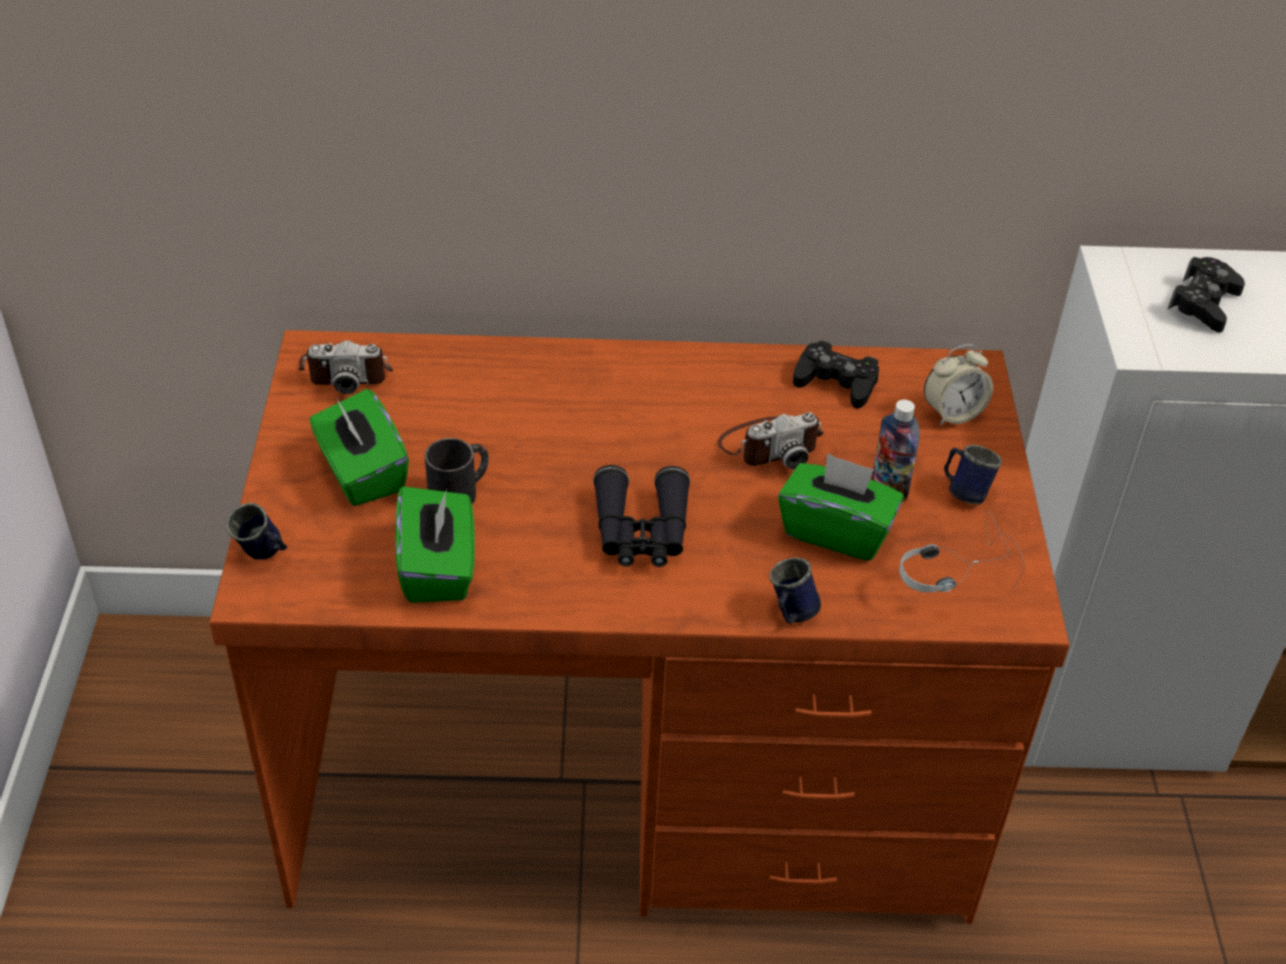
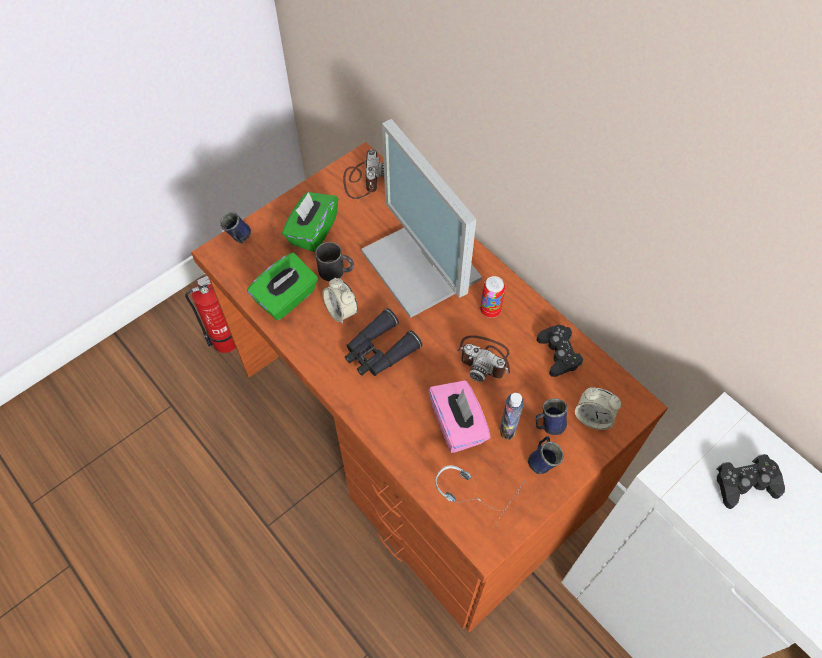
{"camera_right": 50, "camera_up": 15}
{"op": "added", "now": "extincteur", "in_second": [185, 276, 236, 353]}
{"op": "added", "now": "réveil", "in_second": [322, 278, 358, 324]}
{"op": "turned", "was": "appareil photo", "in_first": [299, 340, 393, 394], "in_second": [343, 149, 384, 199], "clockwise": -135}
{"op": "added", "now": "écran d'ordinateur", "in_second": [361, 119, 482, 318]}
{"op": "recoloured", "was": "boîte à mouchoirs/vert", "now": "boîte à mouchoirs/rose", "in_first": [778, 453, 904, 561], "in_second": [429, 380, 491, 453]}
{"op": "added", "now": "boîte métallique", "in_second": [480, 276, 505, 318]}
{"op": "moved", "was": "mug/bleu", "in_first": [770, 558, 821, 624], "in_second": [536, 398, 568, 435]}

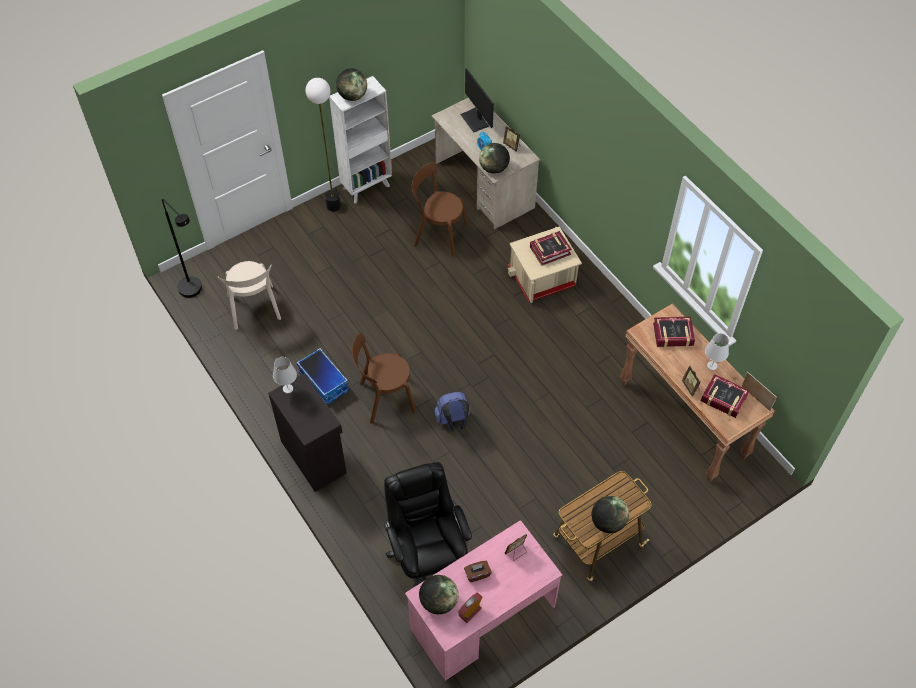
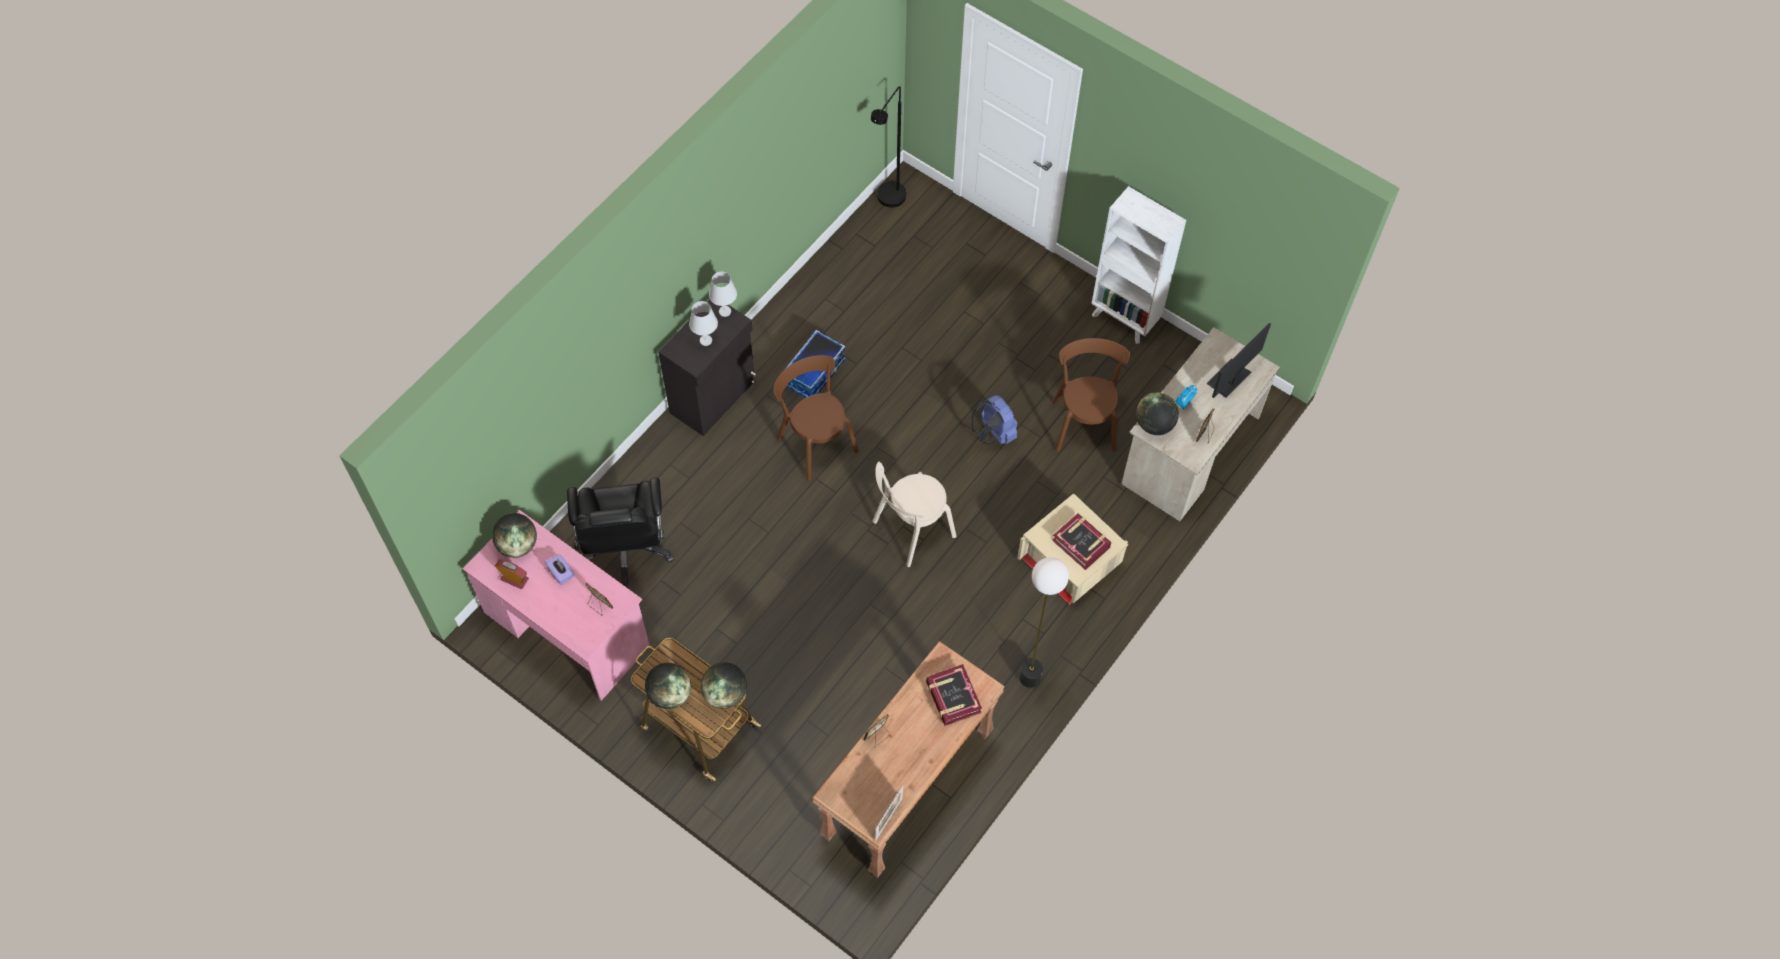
{"camera_right": 70, "camera_up": 5}
{"op": "recoloured", "was": "boîte à mouchoirs/marron", "now": "boîte à mouchoirs/violet", "in_first": [464, 561, 492, 582], "in_second": [544, 554, 574, 585]}
{"op": "turned", "was": "chaise de bureau/noir", "in_first": [384, 462, 472, 588], "in_second": [567, 477, 674, 588], "clockwise": 120}
{"op": "moved", "was": "lampe de table/blanc", "in_first": [705, 333, 729, 370], "in_second": [689, 301, 718, 346]}
{"op": "moved", "was": "globe", "in_first": [336, 69, 367, 101], "in_second": [701, 662, 747, 709]}
{"op": "moved", "was": "chaise/beige", "in_first": [217, 261, 281, 330], "in_second": [872, 462, 956, 567]}
{"op": "moved", "was": "sac à dos/bleu", "in_first": [434, 392, 470, 432], "in_second": [972, 395, 1017, 445]}
{"op": "moved", "was": "lampadaire", "in_first": [305, 78, 341, 212], "in_second": [1019, 557, 1069, 688]}
{"op": "removed", "was": "livre", "in_first": [701, 374, 750, 418]}

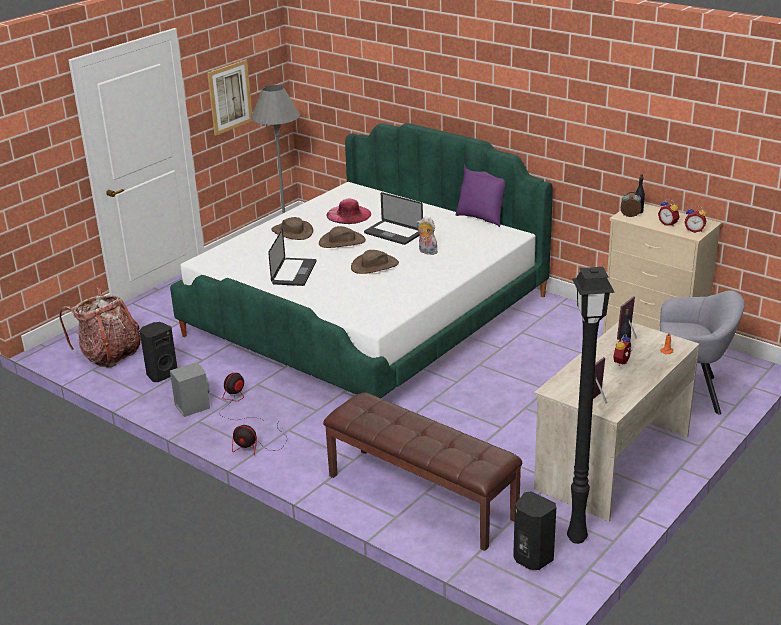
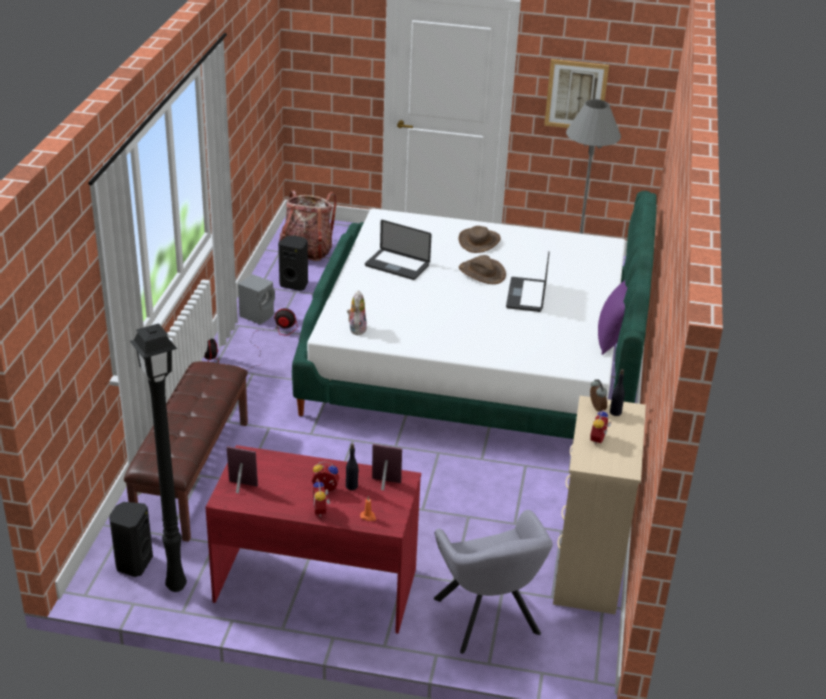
{"camera_right": 60, "camera_up": 5}
{"op": "recoloured", "was": "bureau/beige", "now": "bureau/rouge", "in_first": [534, 322, 699, 522], "in_second": [205, 445, 421, 634]}
{"op": "moved", "was": "réveil", "in_first": [684, 206, 707, 233], "in_second": [313, 480, 330, 517]}
{"op": "moved", "was": "peluche", "in_first": [416, 217, 438, 255], "in_second": [347, 290, 367, 335]}
{"op": "turned", "was": "ordinateur portable", "in_first": [268, 229, 316, 286], "in_second": [365, 220, 431, 280], "clockwise": 45}
{"op": "removed", "was": "chapeau/rose", "in_first": [327, 199, 371, 224]}
{"op": "removed", "was": "chapeau/marron", "in_first": [351, 250, 399, 274]}

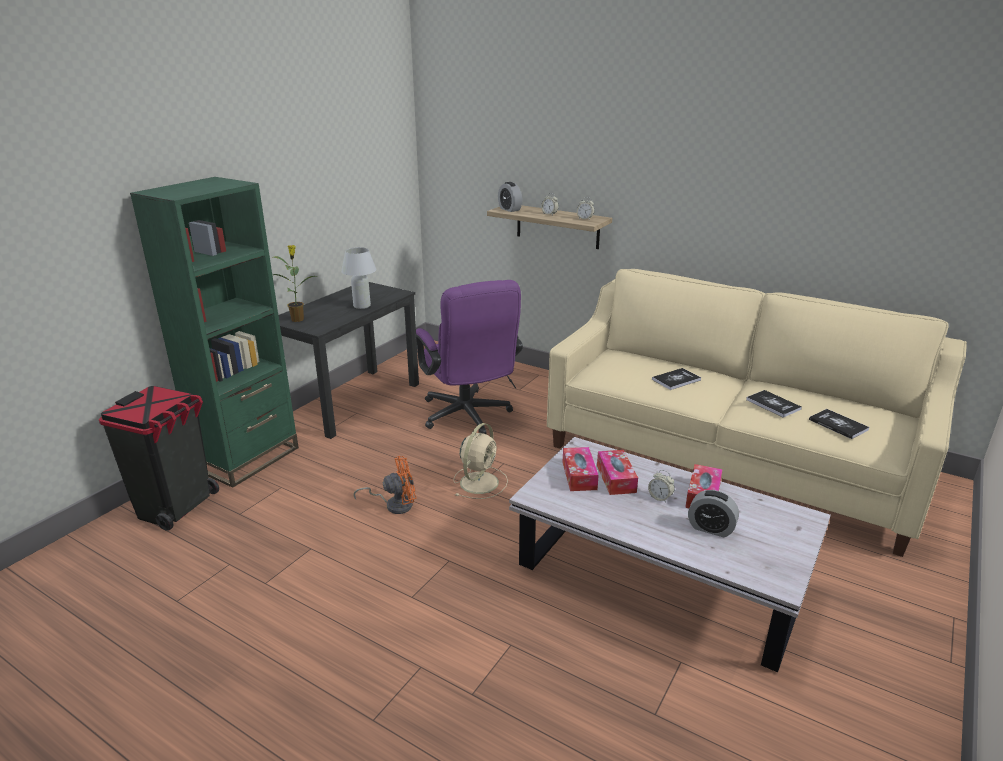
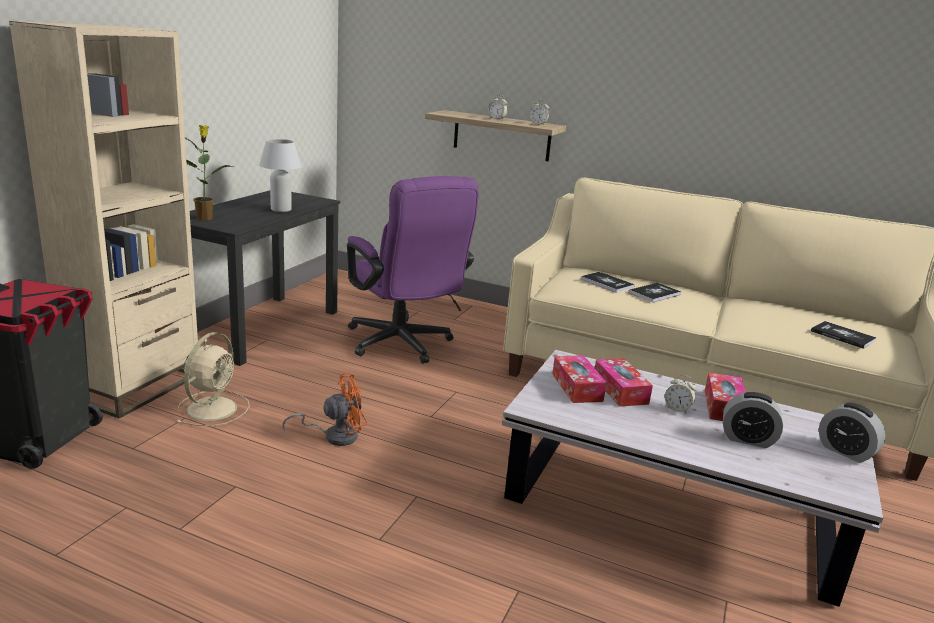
{"camera_right": -10, "camera_up": -5}
{"op": "recoloured", "was": "bibliothèque/vert", "now": "bibliothèque/beige", "in_first": [130, 177, 299, 488], "in_second": [9, 21, 198, 419]}
{"op": "moved", "was": "ventilateur/beige", "in_first": [453, 423, 508, 499], "in_second": [175, 332, 250, 426]}
{"op": "moved", "was": "livre", "in_first": [746, 390, 802, 418], "in_second": [581, 272, 635, 293]}
{"op": "moved", "was": "réveil", "in_first": [498, 182, 522, 212], "in_second": [819, 403, 885, 463]}

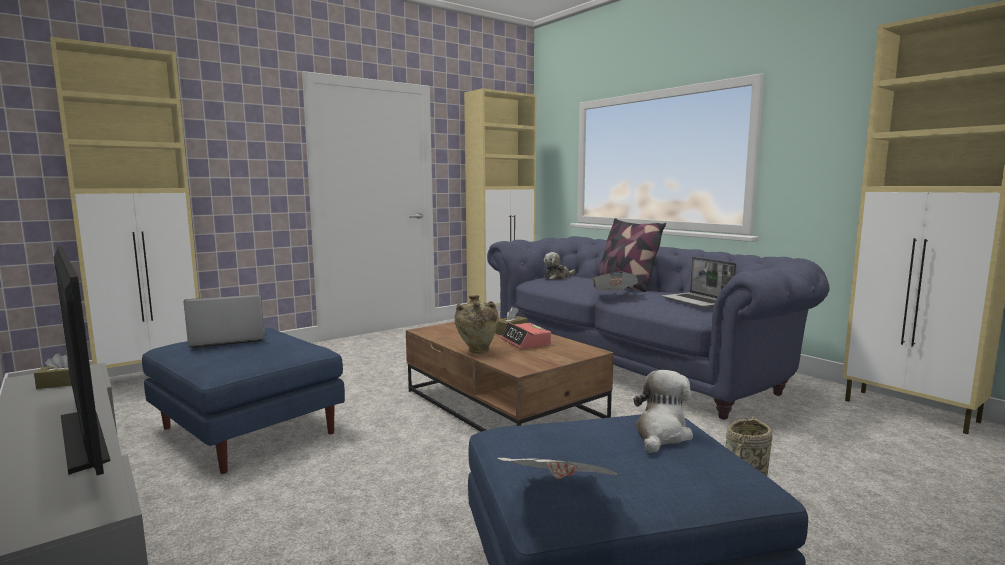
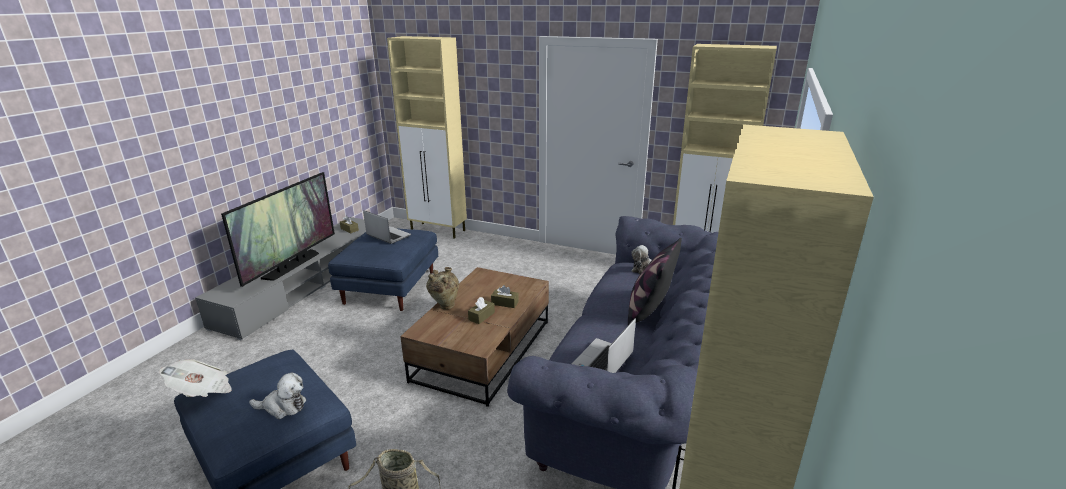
{"camera_right": 60, "camera_up": 15}
{"op": "replaced", "was": "réveil", "now": "boîte à mouchoirs/marron", "in_first": [501, 322, 551, 349], "in_second": [468, 297, 495, 324]}
{"op": "removed", "was": "journal", "in_first": [592, 272, 639, 291]}

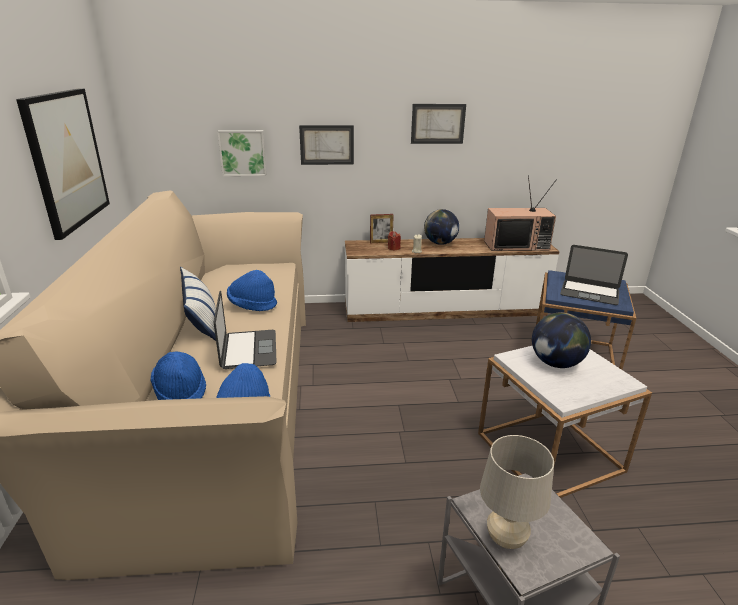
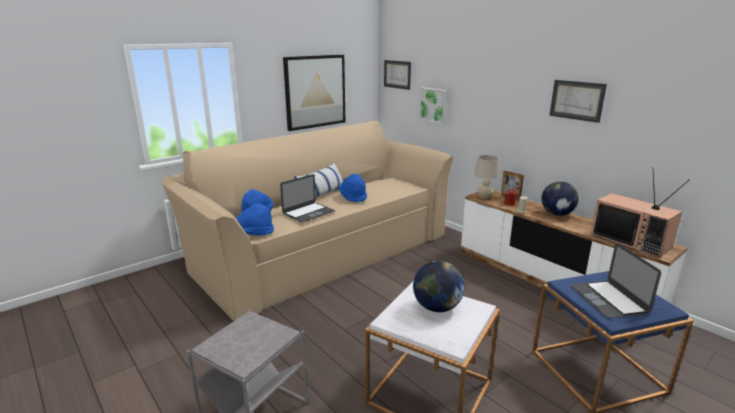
{"camera_right": 55, "camera_up": -5}
{"op": "moved", "was": "tableau", "in_first": [299, 125, 354, 165], "in_second": [384, 60, 411, 90]}
{"op": "moved", "was": "lampe de table/beige", "in_first": [480, 435, 554, 549], "in_second": [474, 155, 500, 199]}

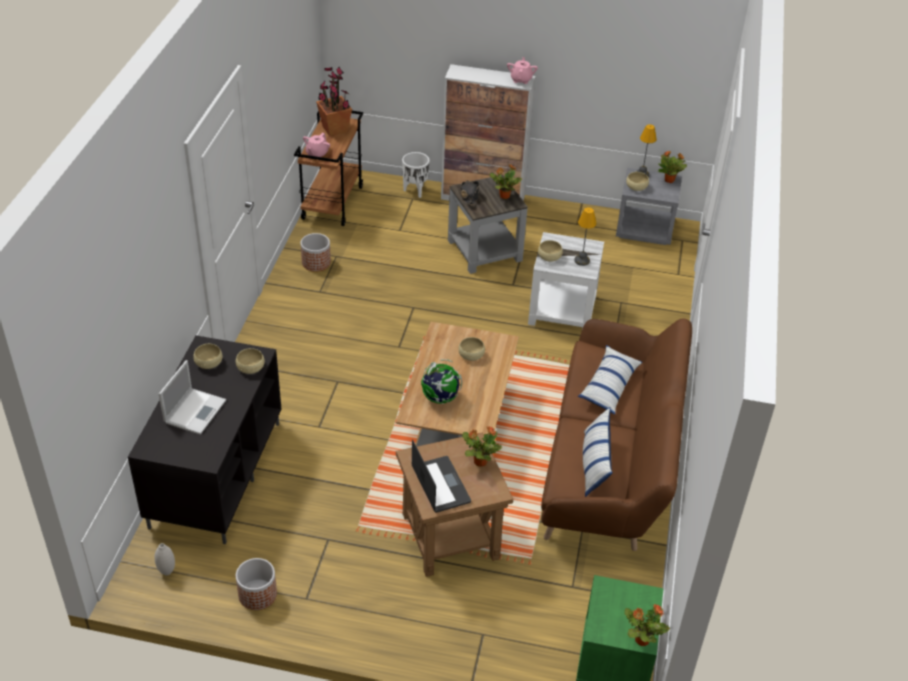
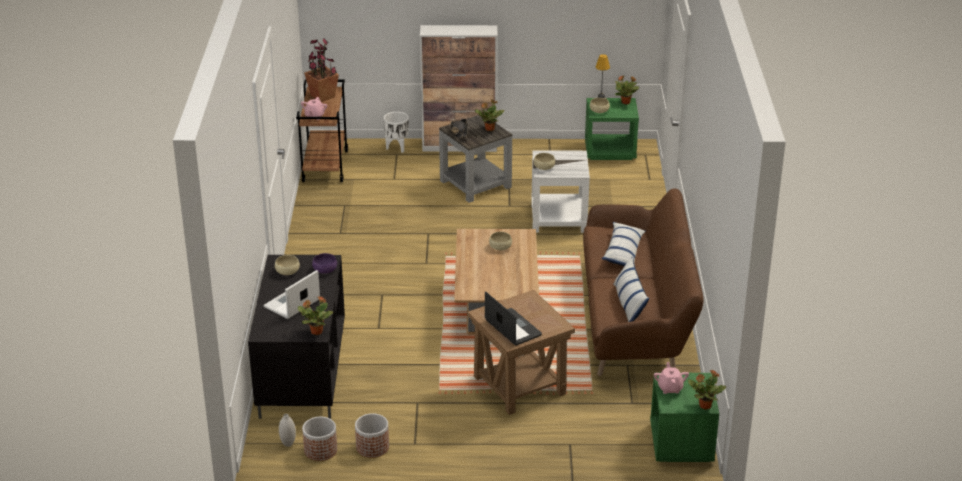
{"camera_right": -10, "camera_up": -10}
{"op": "turned", "was": "ordinateur portable", "in_first": [159, 360, 226, 435], "in_second": [263, 270, 320, 319], "clockwise": -150}
{"op": "moved", "was": "plante en pot", "in_first": [462, 426, 502, 467], "in_second": [298, 296, 333, 335]}
{"op": "moved", "was": "cache-pot", "in_first": [301, 233, 331, 272], "in_second": [302, 417, 337, 461]}
{"op": "recoloured", "was": "bol/beige", "now": "bol/violet", "in_first": [236, 348, 265, 374], "in_second": [312, 253, 337, 274]}
{"op": "recoloured", "was": "table de chevet/gris", "now": "table de chevet/vert", "in_first": [616, 168, 682, 245], "in_second": [585, 98, 639, 160]}
{"op": "moved", "was": "théière/rose", "in_first": [507, 57, 538, 84], "in_second": [654, 362, 689, 394]}
{"op": "removed", "was": "globe", "in_first": [421, 359, 462, 404]}
{"op": "removed", "was": "lampe de table", "in_first": [574, 207, 597, 266]}

